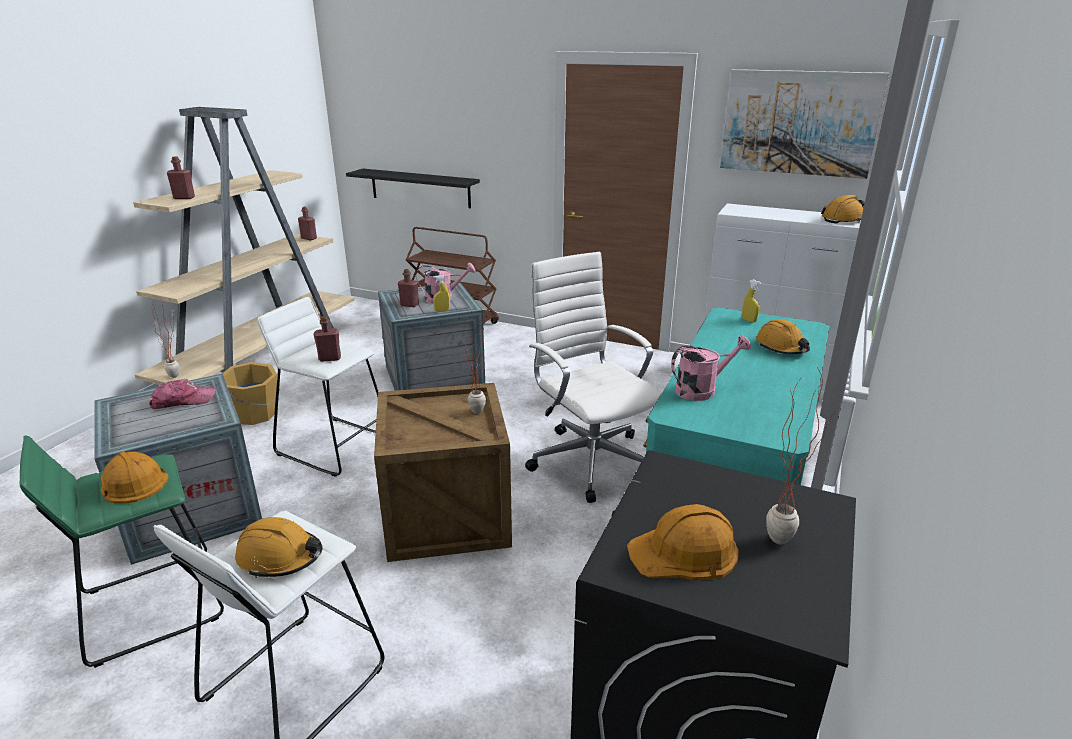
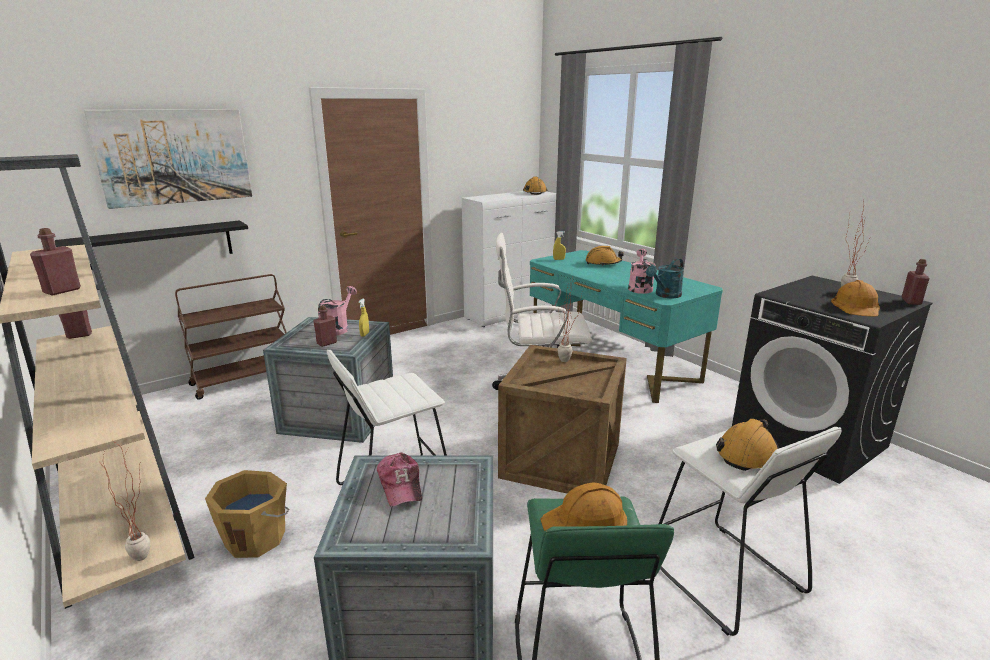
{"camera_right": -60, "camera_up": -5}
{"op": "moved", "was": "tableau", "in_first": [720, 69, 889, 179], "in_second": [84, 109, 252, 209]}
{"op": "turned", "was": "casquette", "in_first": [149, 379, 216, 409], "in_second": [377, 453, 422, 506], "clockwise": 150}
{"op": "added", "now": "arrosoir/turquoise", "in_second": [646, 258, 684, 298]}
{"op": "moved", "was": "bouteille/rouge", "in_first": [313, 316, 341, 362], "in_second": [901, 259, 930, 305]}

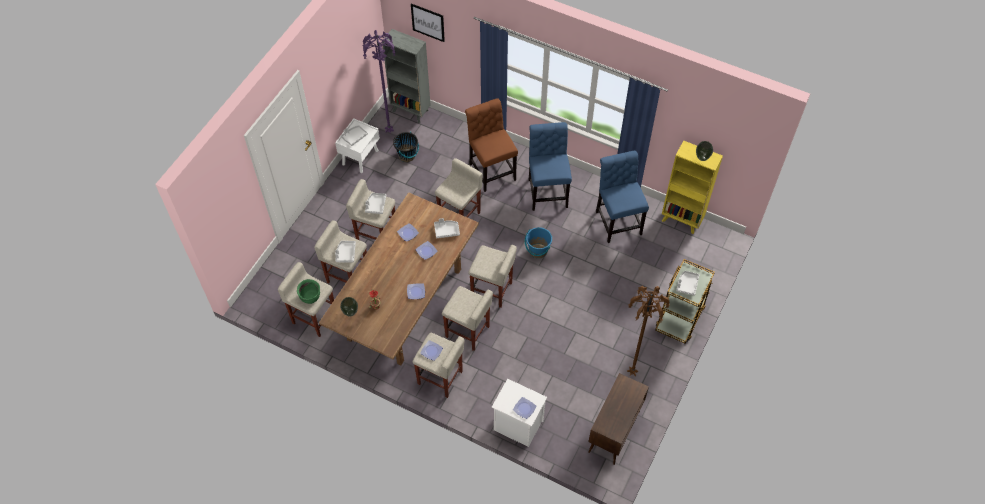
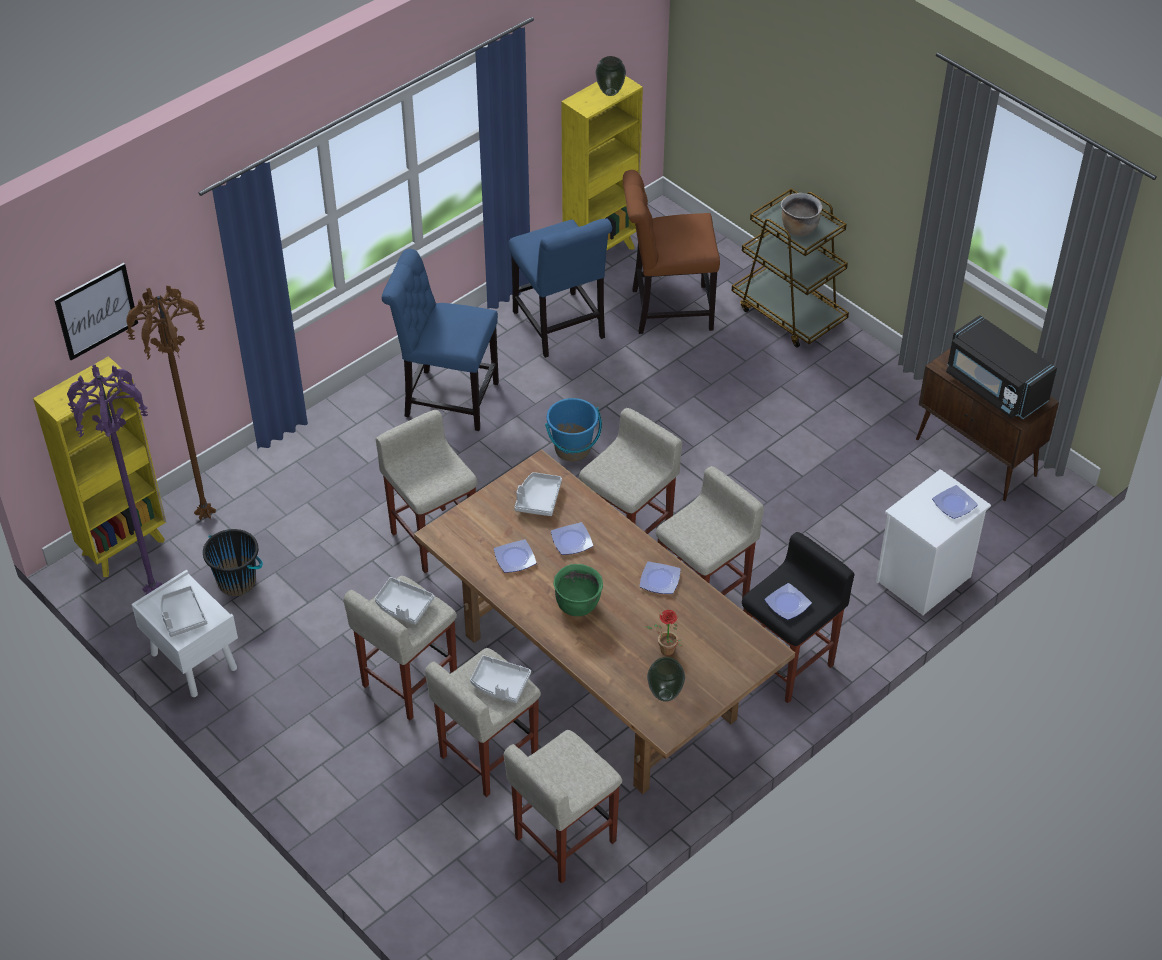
{"camera_right": -70, "camera_up": -10}
{"op": "recoloured", "was": "bibliothèque/gris", "now": "bibliothèque/jaune", "in_first": [382, 29, 431, 123], "in_second": [33, 356, 166, 577]}
{"op": "moved", "was": "lampadaire/marron", "in_first": [627, 286, 670, 376], "in_second": [126, 285, 216, 520]}
{"op": "turned", "was": "chaise/bleu", "in_first": [596, 151, 649, 243], "in_second": [509, 218, 612, 358], "clockwise": -120}
{"op": "moved", "was": "marmite/vert", "in_first": [297, 279, 320, 304], "in_second": [554, 564, 603, 616]}
{"op": "moved", "was": "chaise/marron", "in_first": [465, 98, 518, 192], "in_second": [623, 170, 720, 334]}
{"op": "recoloured", "was": "tabouret/beige", "now": "tabouret/noir", "in_first": [413, 333, 465, 398], "in_second": [742, 532, 855, 703]}
{"op": "replaced", "was": "plateau/gris", "now": "marmite/marron", "in_first": [676, 271, 699, 296], "in_second": [781, 193, 822, 236]}
{"op": "added", "now": "micro-ondes/noir", "in_second": [946, 315, 1057, 419]}

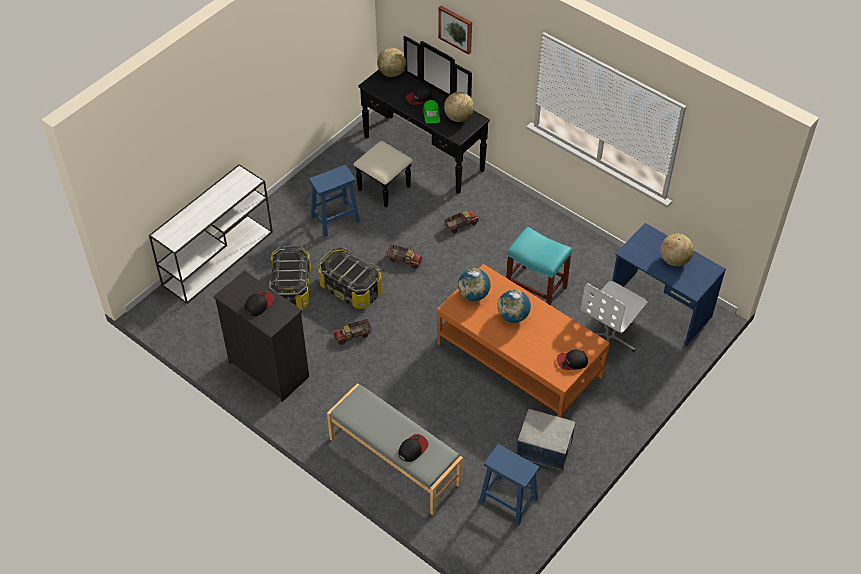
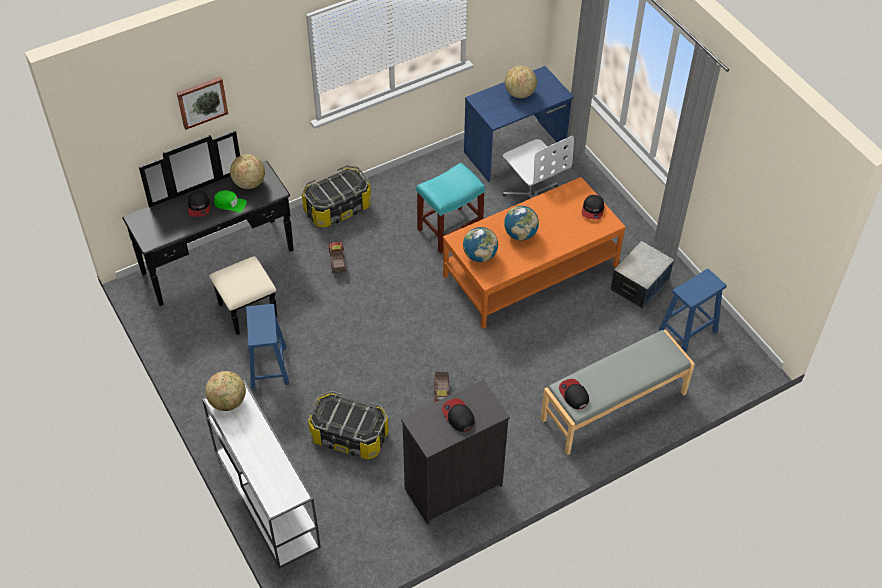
{"camera_right": -70, "camera_up": 0}
{"op": "moved", "was": "globe", "in_first": [377, 48, 406, 77], "in_second": [205, 371, 246, 411]}
{"op": "moved", "was": "boîte de rangement", "in_first": [318, 247, 382, 309], "in_second": [302, 165, 371, 228]}
{"op": "moved", "was": "casquette", "in_first": [398, 434, 429, 462], "in_second": [559, 379, 589, 410]}
{"op": "removed", "was": "camion jouet", "in_first": [386, 244, 423, 269]}

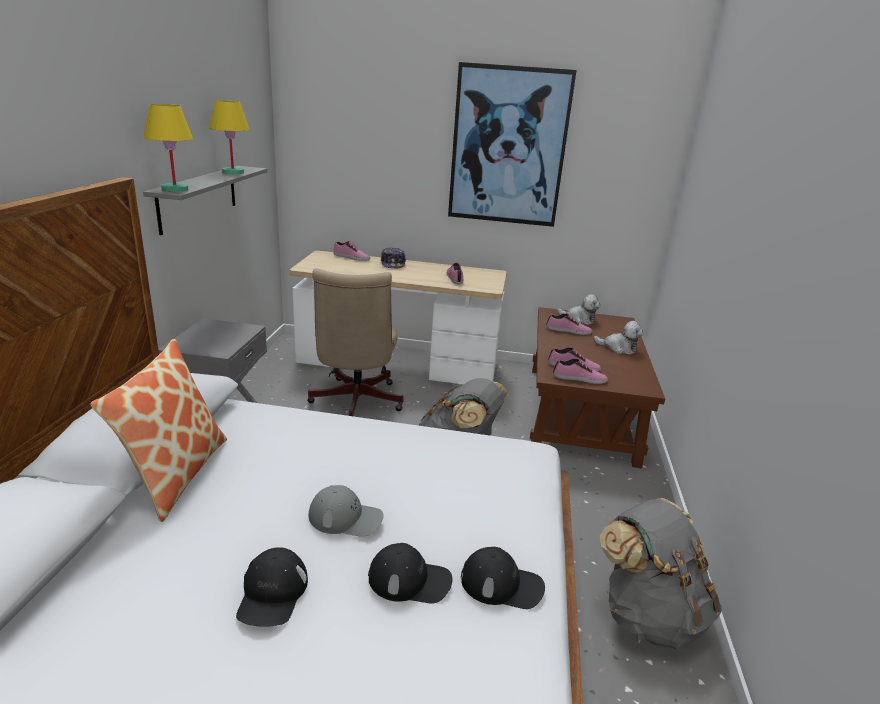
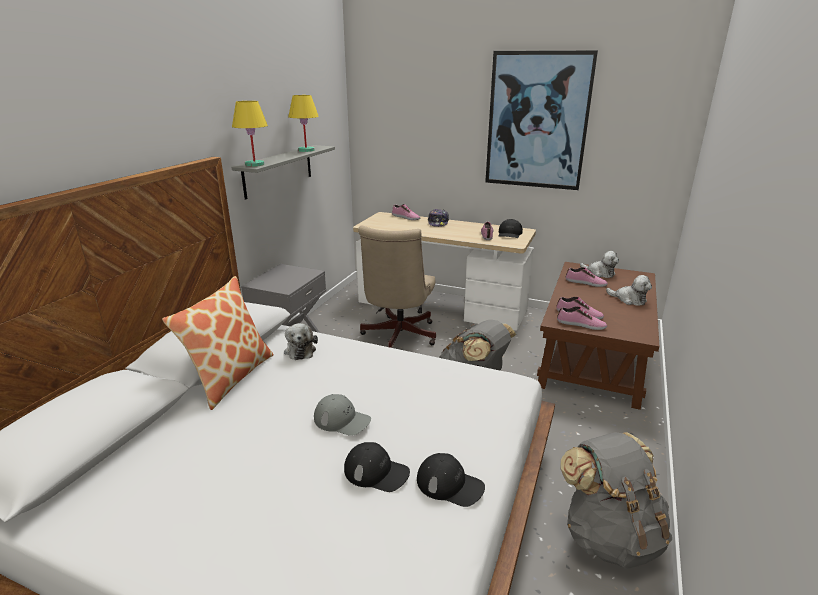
{"camera_right": 15, "camera_up": 0}
{"op": "added", "now": "peluche", "in_second": [284, 323, 318, 360]}
{"op": "moved", "was": "casquette/noir", "in_first": [236, 547, 308, 627], "in_second": [499, 219, 523, 238]}

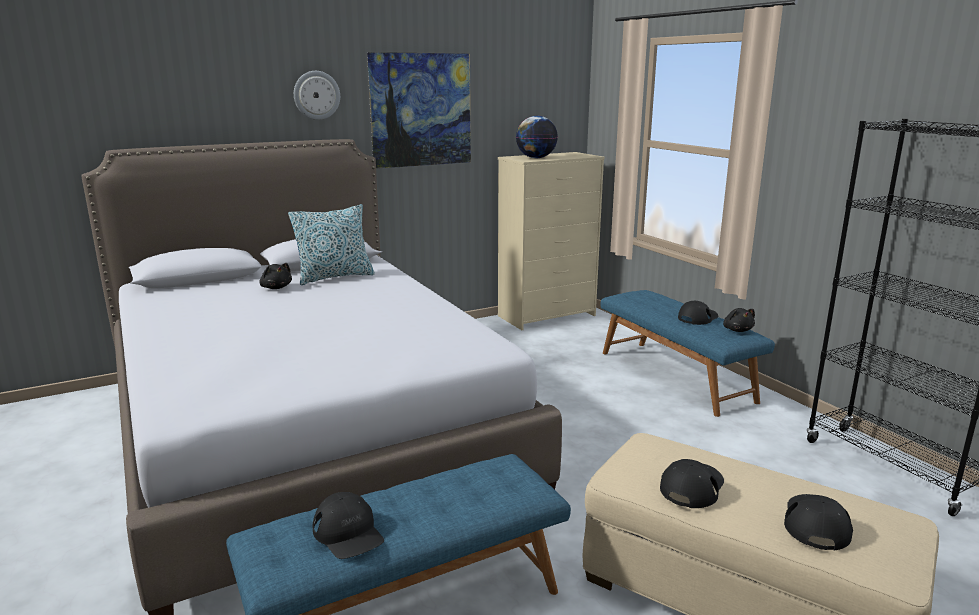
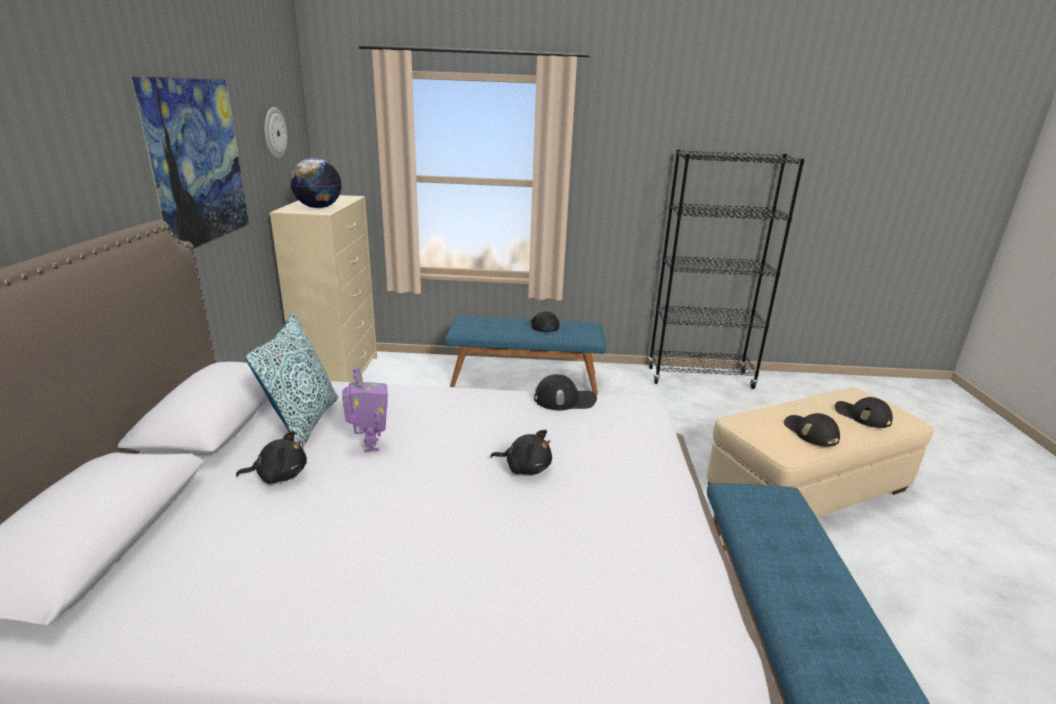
{"camera_right": -60, "camera_up": 5}
{"op": "moved", "was": "horloge murale", "in_first": [294, 71, 340, 120], "in_second": [264, 107, 288, 159]}
{"op": "added", "now": "robot jouet", "in_second": [342, 367, 388, 453]}
{"op": "moved", "was": "peluche/noir", "in_first": [723, 308, 755, 332], "in_second": [490, 430, 552, 475]}
{"op": "moved", "was": "casquette/noir", "in_first": [313, 492, 384, 559], "in_second": [534, 374, 597, 410]}

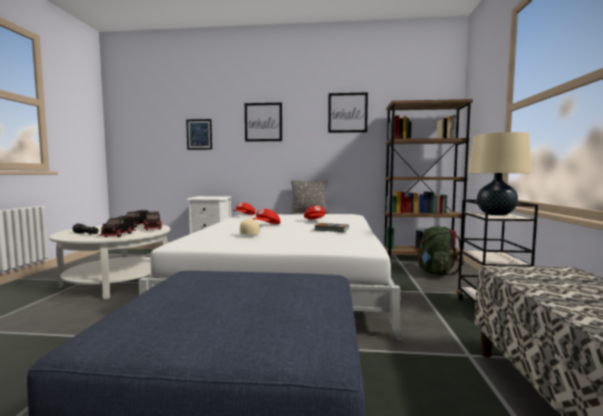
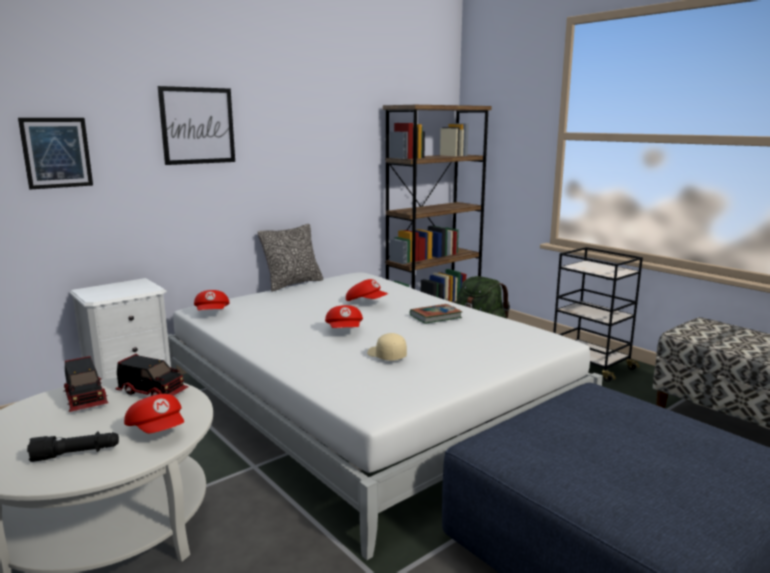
{"camera_right": -45, "camera_up": 10}
{"op": "replaced", "was": "camion jouet", "now": "casquette/rouge", "in_first": [98, 216, 136, 237], "in_second": [124, 394, 184, 433]}
{"op": "removed", "was": "tableau", "in_first": [328, 92, 368, 133]}
{"op": "removed", "was": "lampe de table/beige", "in_first": [468, 132, 531, 215]}

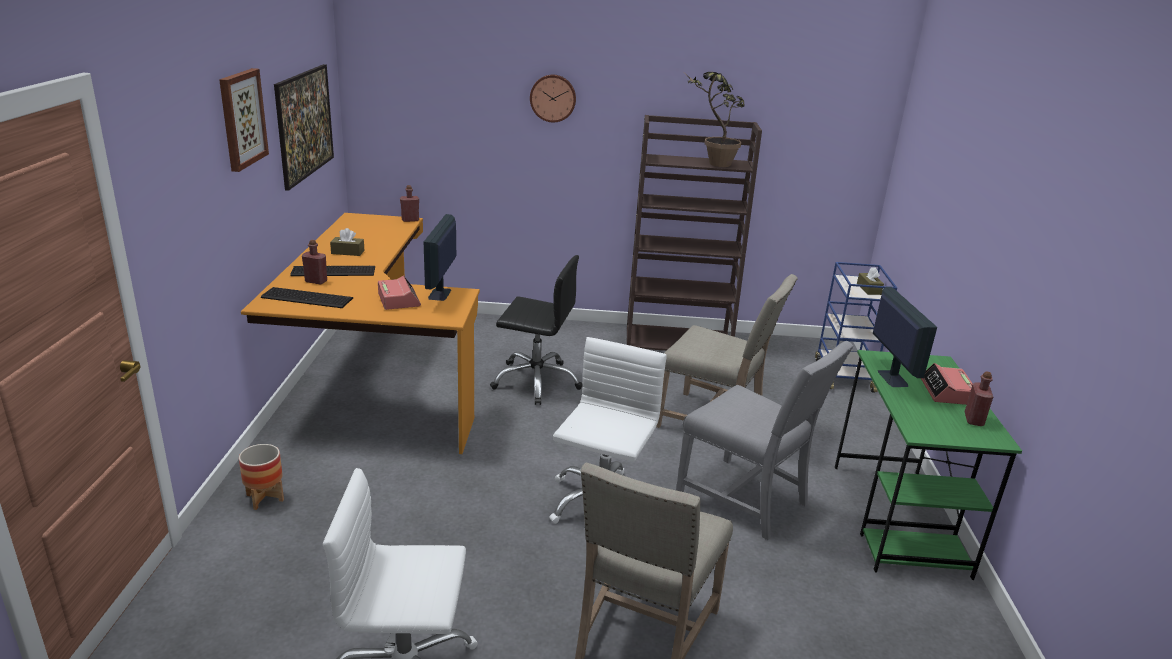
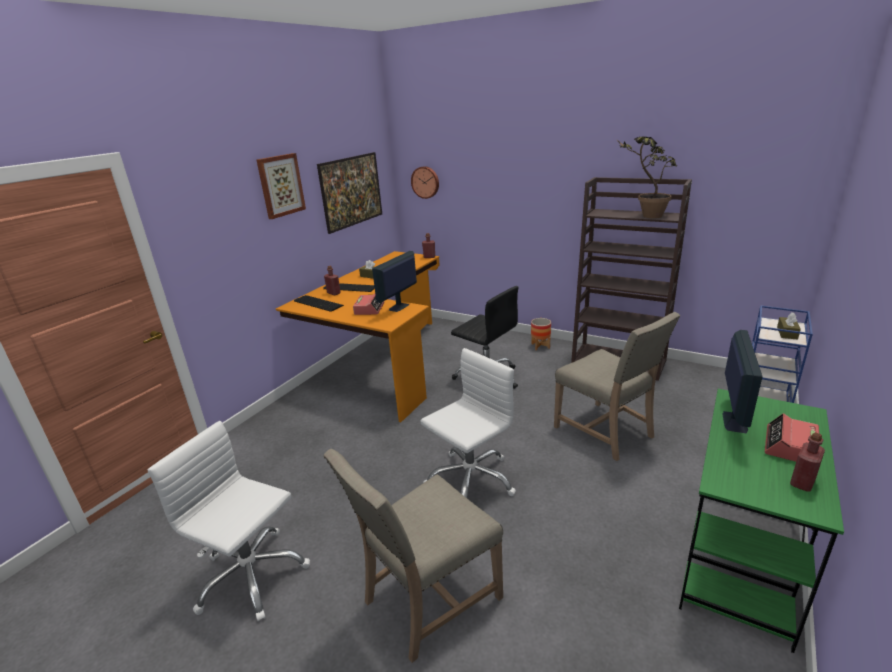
{"camera_right": 30, "camera_up": 0}
{"op": "moved", "was": "horloge murale", "in_first": [530, 75, 576, 122], "in_second": [411, 166, 439, 199]}
{"op": "moved", "was": "cache-pot", "in_first": [239, 444, 284, 510], "in_second": [531, 318, 551, 350]}
{"op": "removed", "was": "chaise/gris", "in_first": [676, 341, 854, 540]}

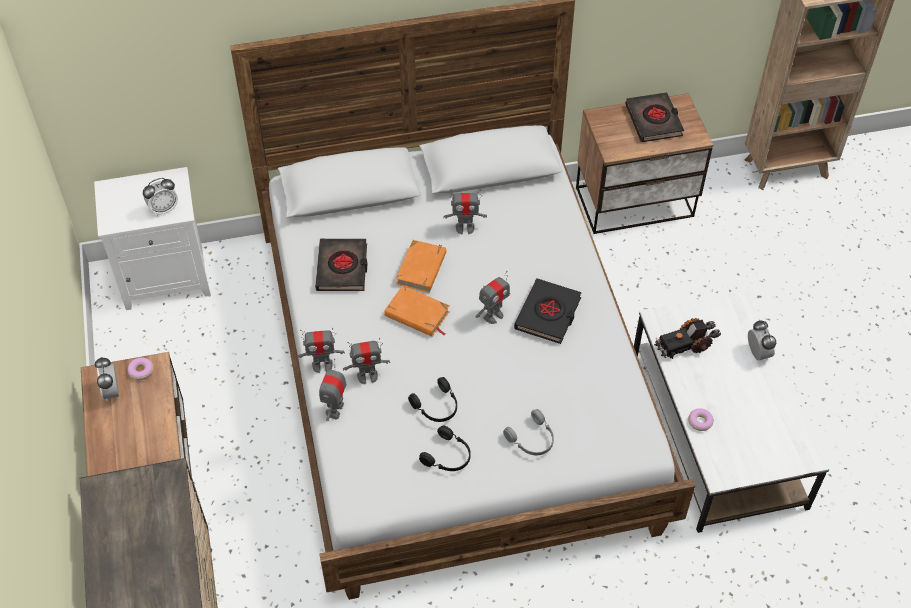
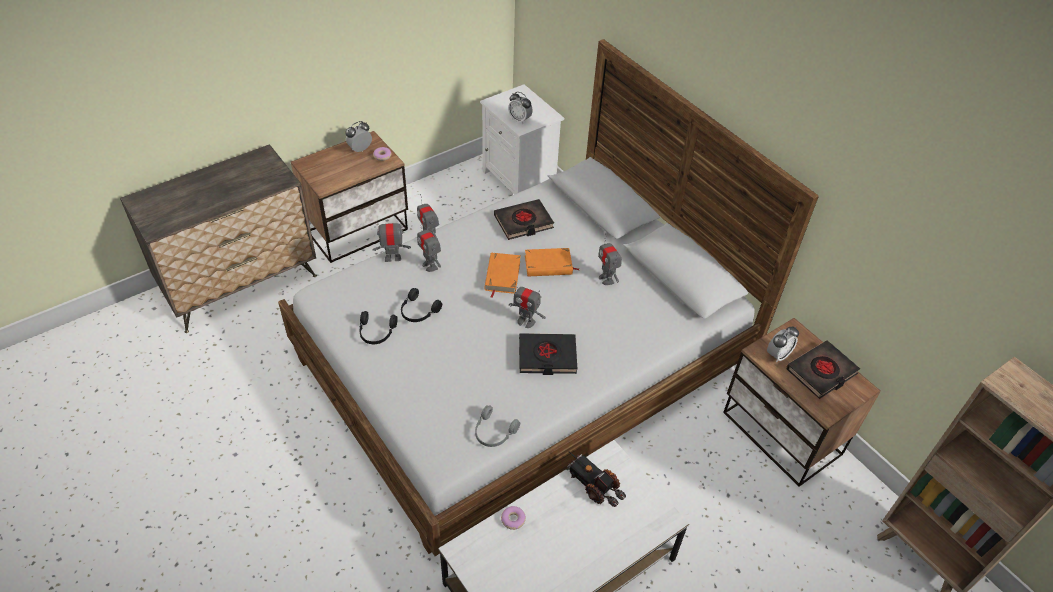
{"camera_right": 65, "camera_up": -5}
{"op": "moved", "was": "casque audio/gris", "in_first": [503, 409, 554, 455], "in_second": [475, 405, 520, 447]}
{"op": "moved", "was": "réveil", "in_first": [748, 320, 776, 360], "in_second": [767, 326, 799, 363]}

